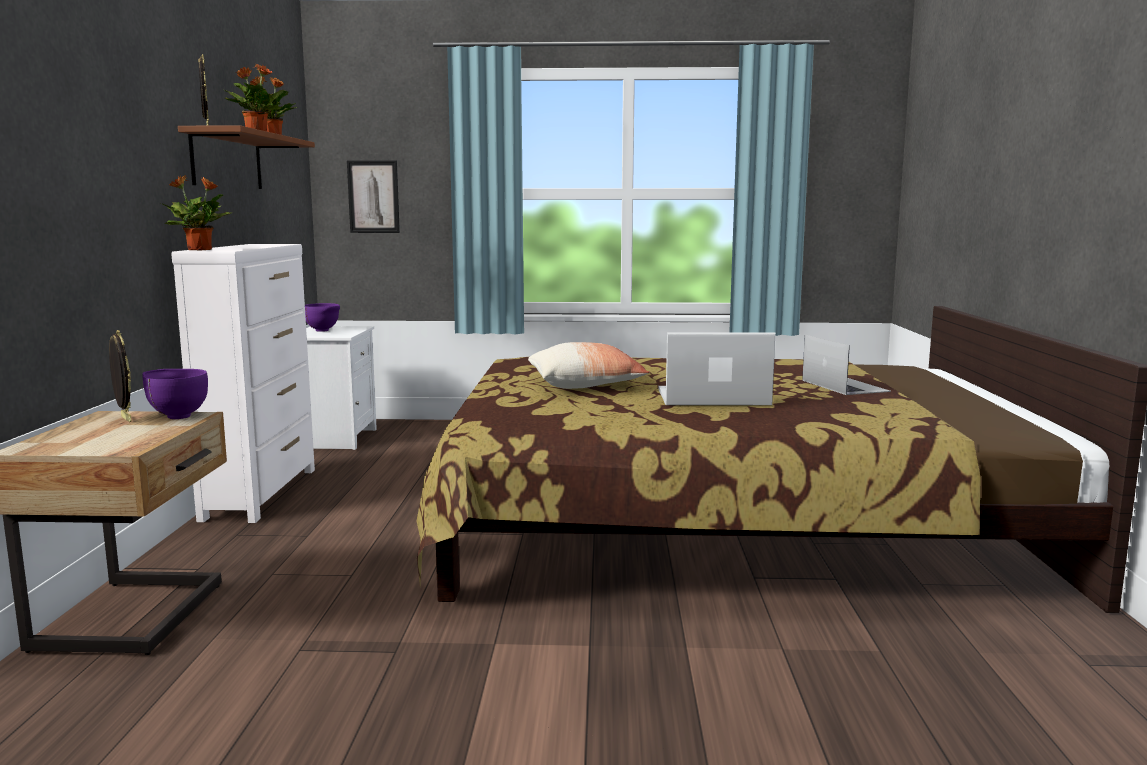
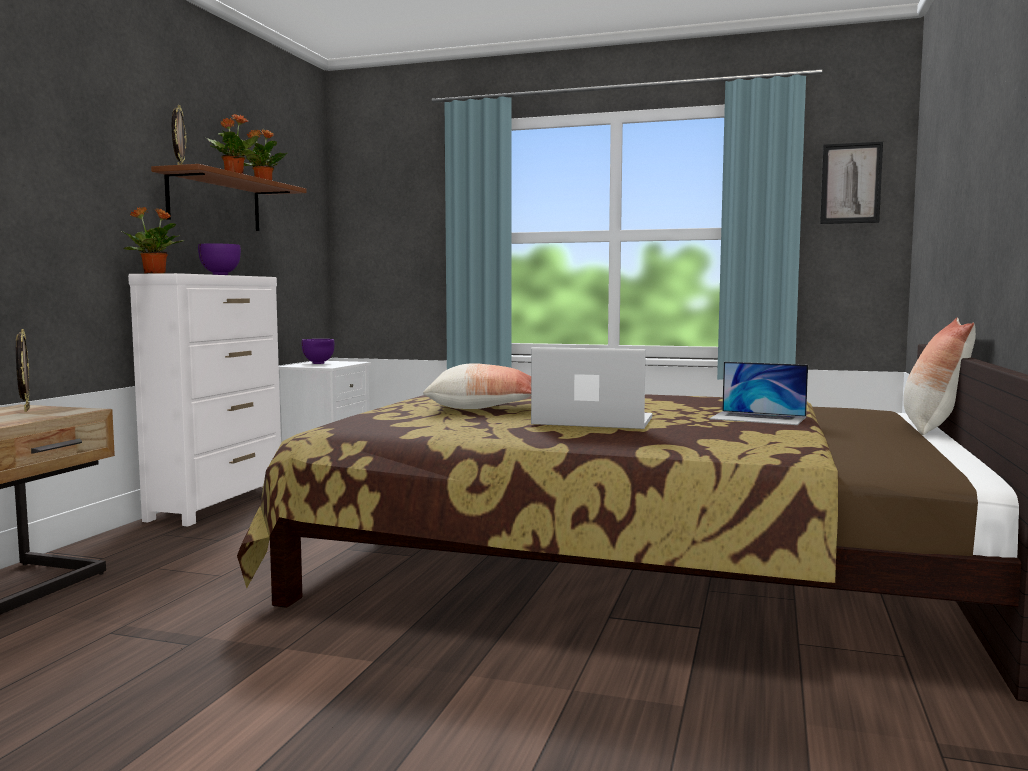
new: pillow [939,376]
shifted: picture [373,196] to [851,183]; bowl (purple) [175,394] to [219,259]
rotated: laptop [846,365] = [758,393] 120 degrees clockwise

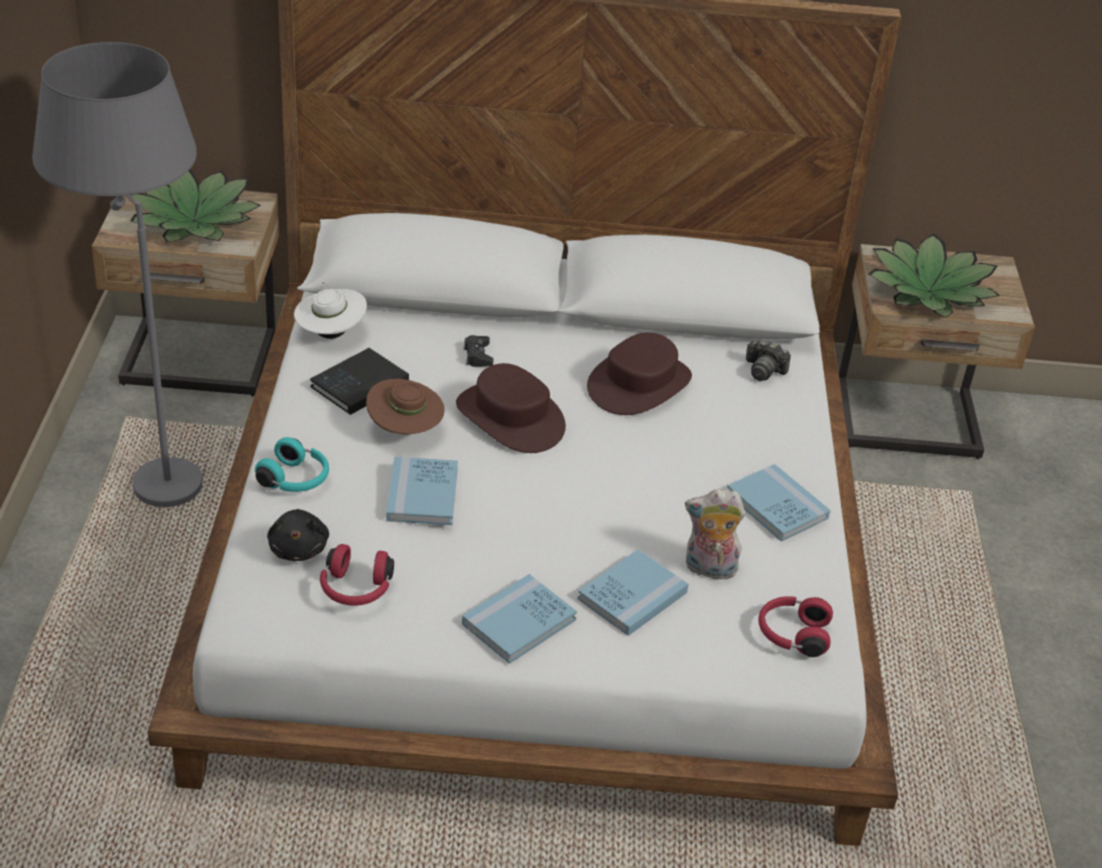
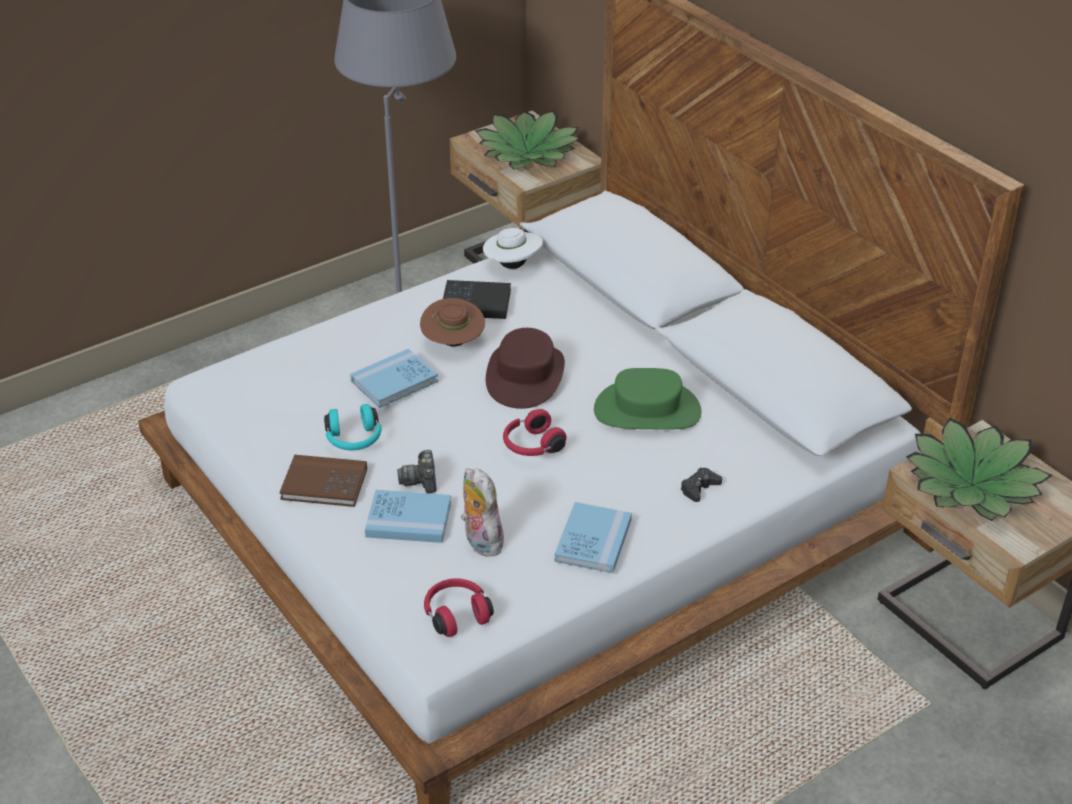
gone: plush toy (black) [298,535]
shifted: game controller (black) [478,351] to [701,484]; photo camera [768,360] to [417,471]; headphones (turquoise) [292,464] to [353,427]; headphones (red) [357,575] to [534,432]
repainted: hat (brown) [639,373] to hat (green) [648,399]; book (blue) [519,619] to book (brown) [323,481]

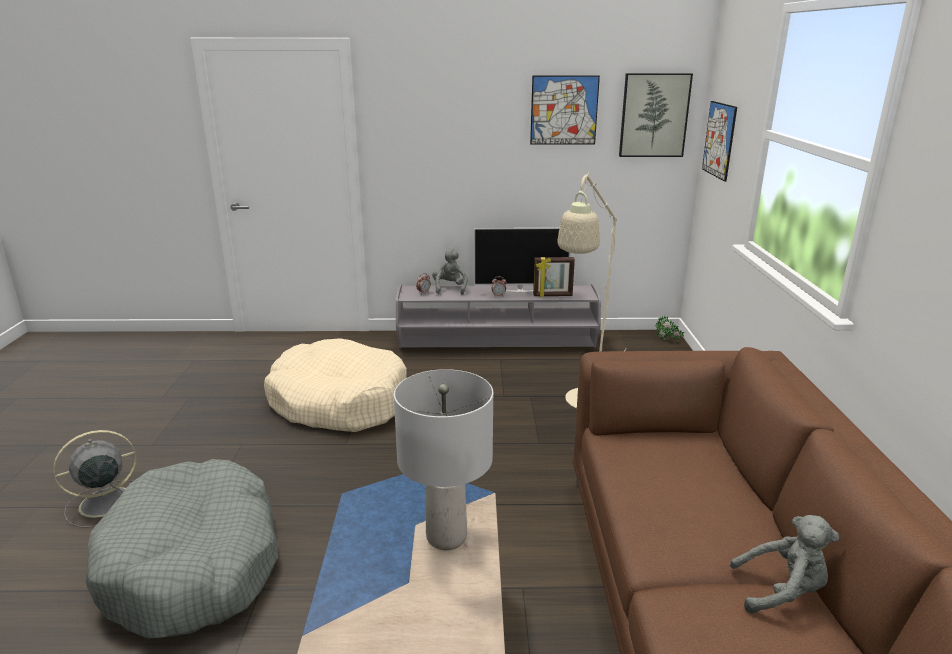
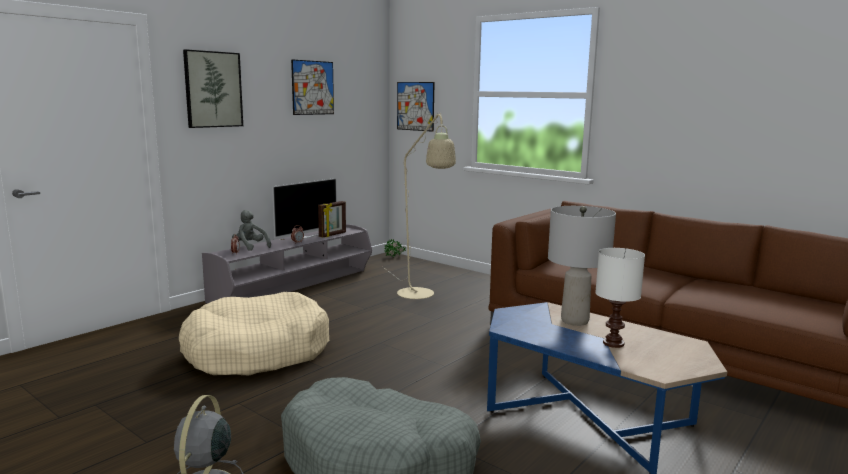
gone: plush toy (grey) [784,564]
new: table lamp (white) [620,298]
shifted: picture [656,115] to [213,88]

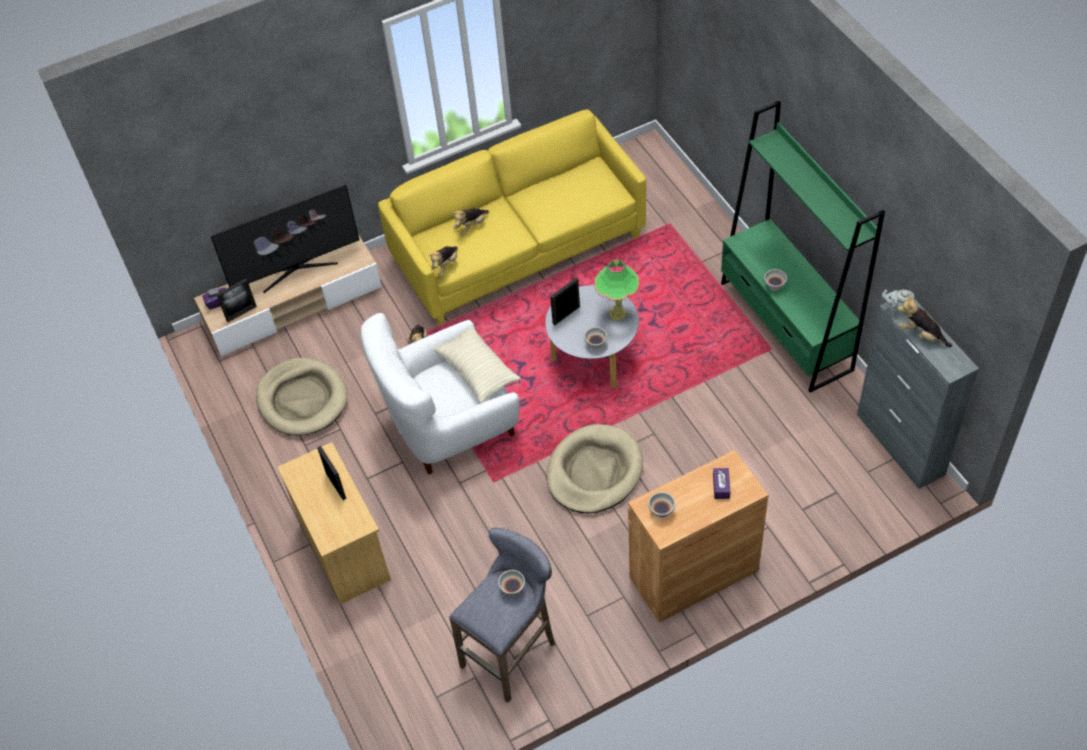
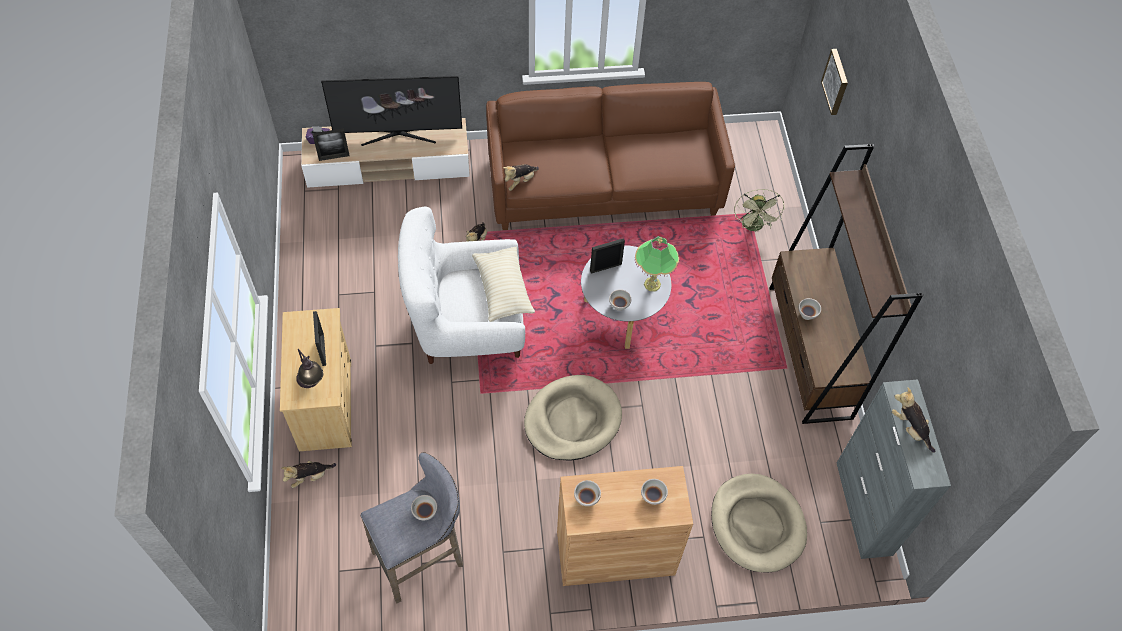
gone: teapot (grey) [898,303]
new: picture [834,82]; fan (green) [759,210]; table lamp [309,368]
shifted: plush toy [470,222] to [308,474]; dog bed (beige) [302,397] to [759,523]
swapped: tissue box (purple) [721,483] to bowl (white) [654,492]
repainted: bookcase (green) [803,246] to bookcase (brown) [846,284]; sofa (yellow) [512,217] to sofa (brown) [610,156]

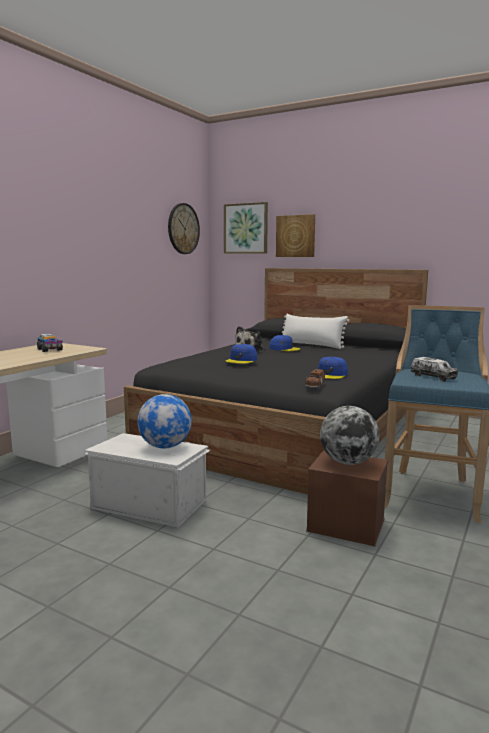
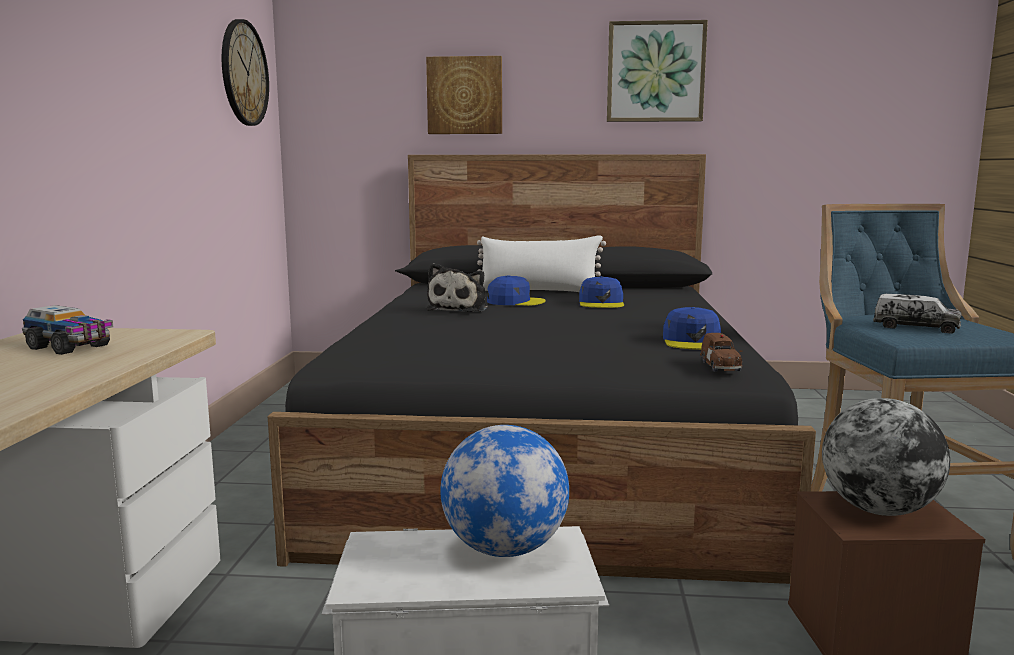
shifted: picture [246,228] to [657,71]; cap (blue) [241,354] to [601,292]

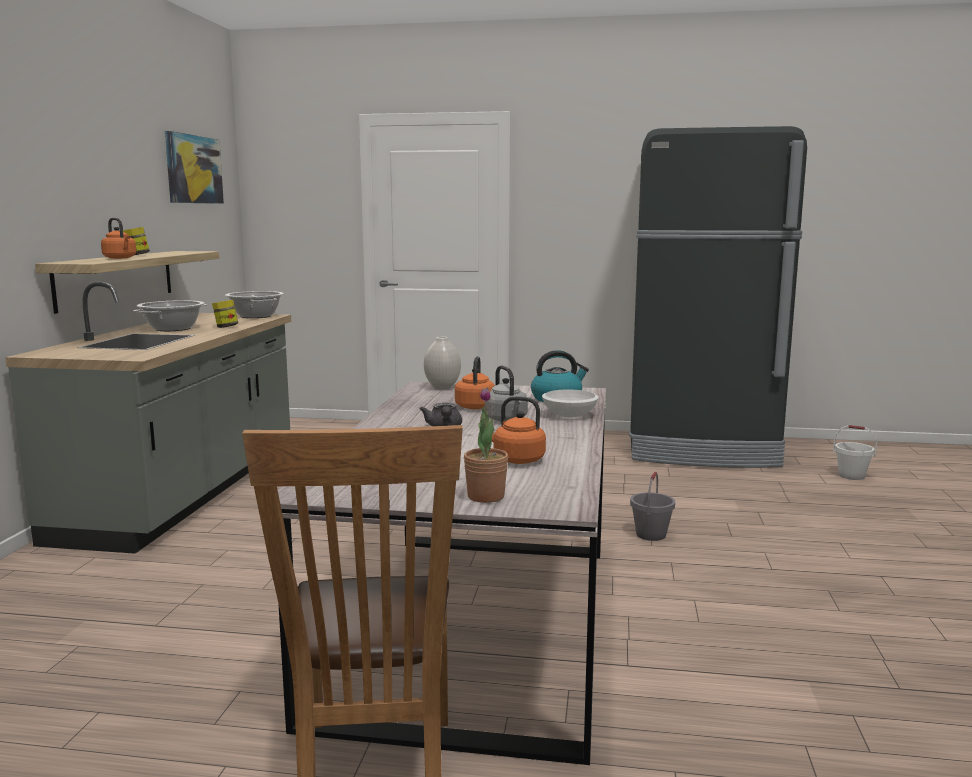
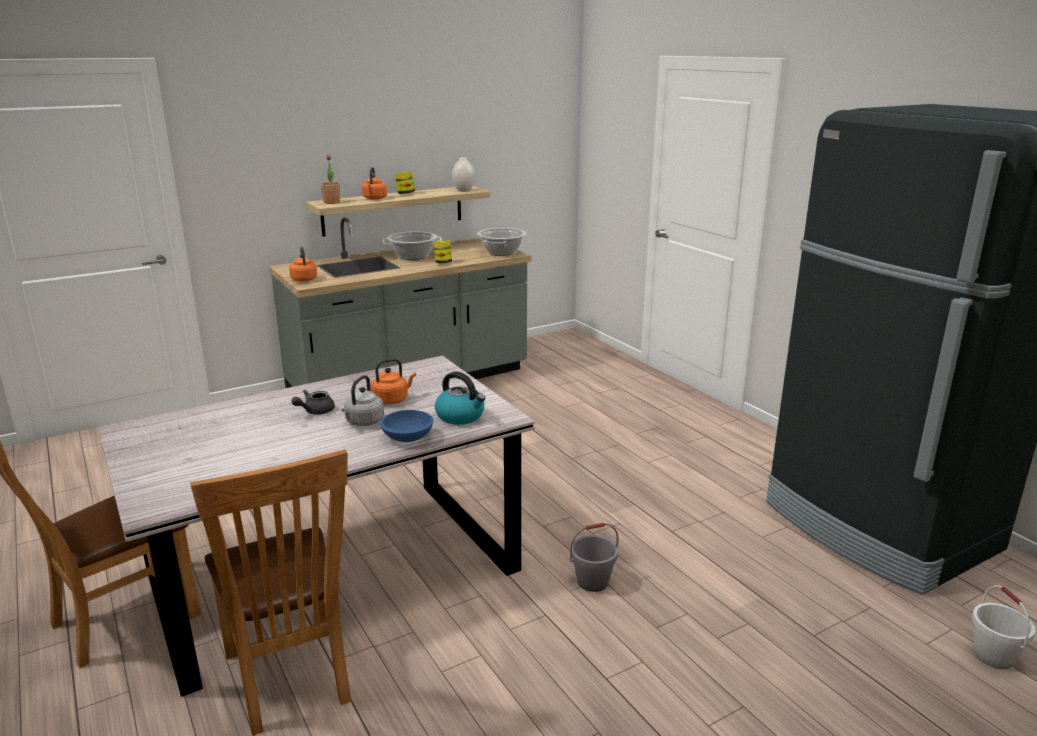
gone: picture [194,167]
new: chair (brown) [270,592]
shifted: vase (white) [442,363] to [463,174]; potted plant [486,445] to [330,179]; kettle (orange) [519,430] to [303,264]
repainted: bowl (white) [570,403] to bowl (blue) [407,426]

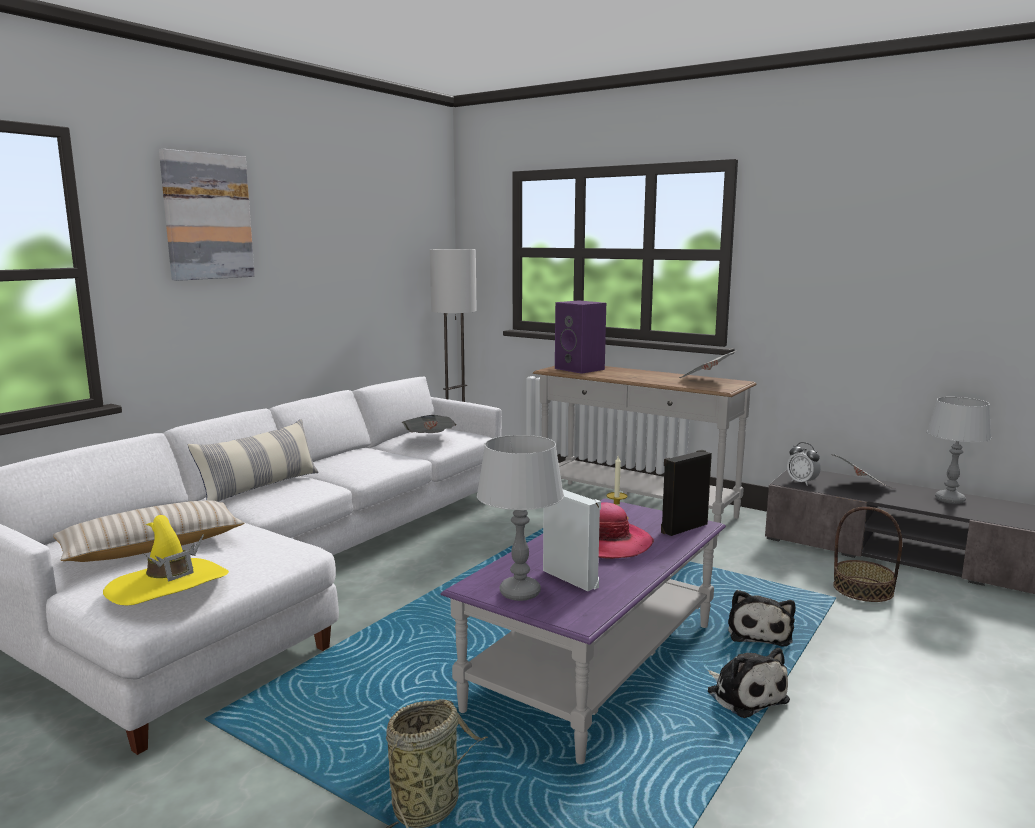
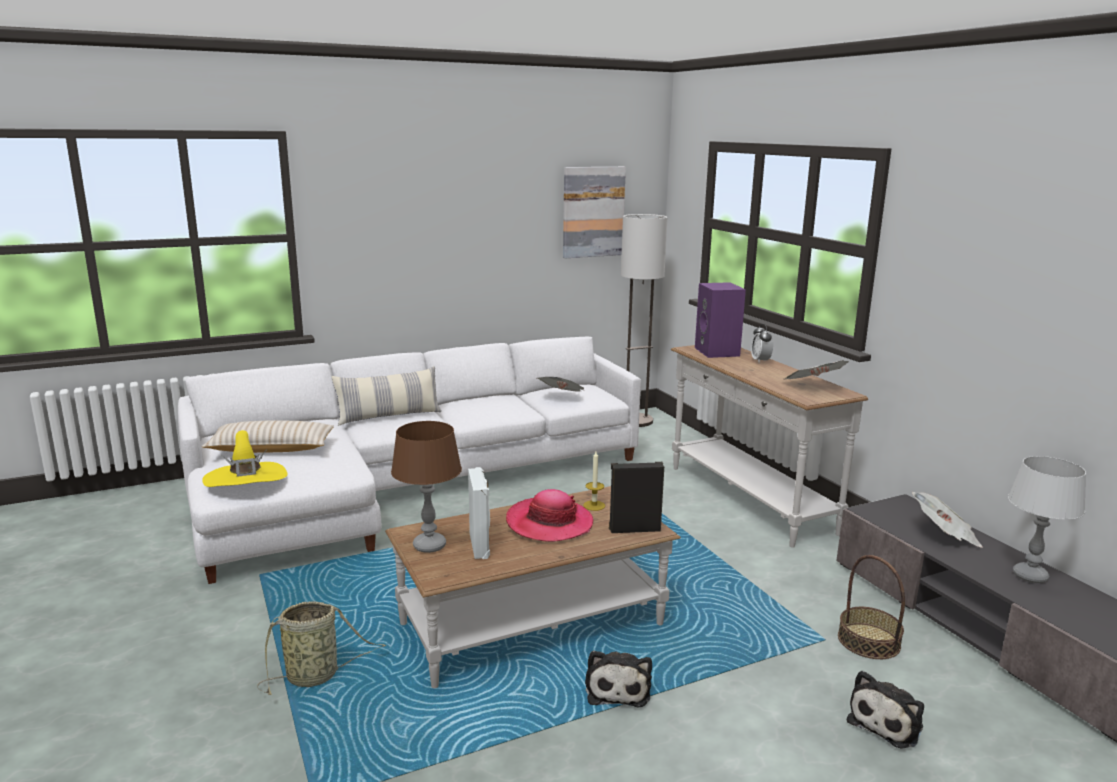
shifted: picture [207,215] to [594,212]; alarm clock [804,464] to [762,343]; plush toy [762,618] to [885,710]
repainted: table lamp (grey) [520,518] to table lamp (brown) [426,487]; coffee table (purple) [583,631] to coffee table (brown) [533,587]

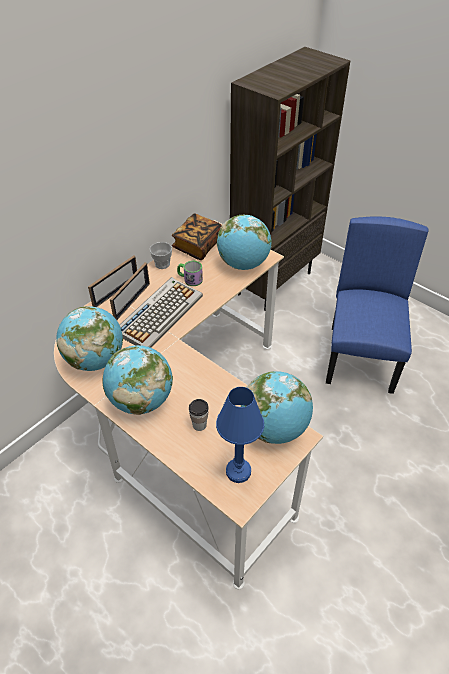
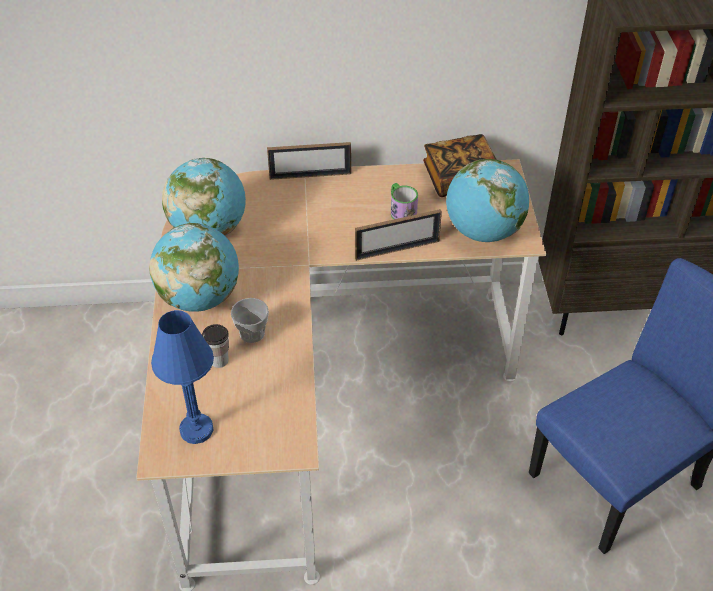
gone: keyboard [161,312]; globe [277,407]
shifted: cup [161,255] to [250,320]; picture frame [130,291] to [398,235]

